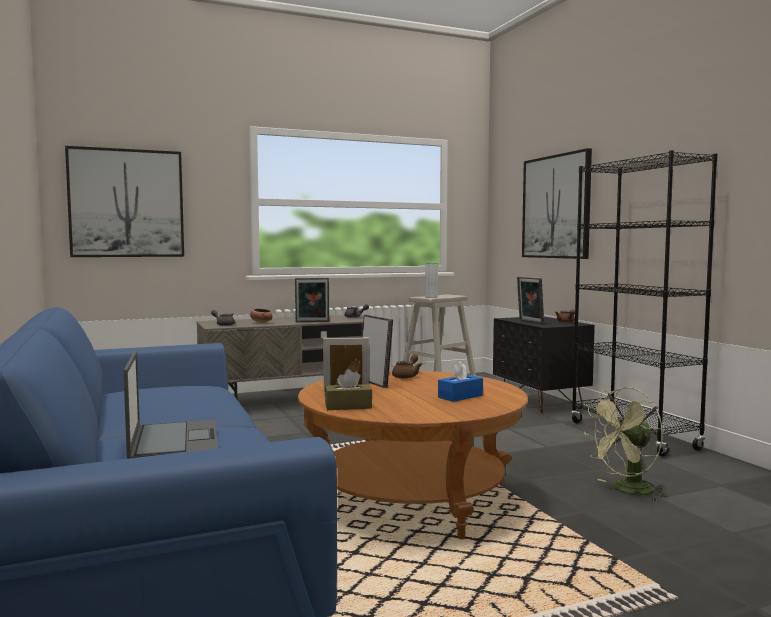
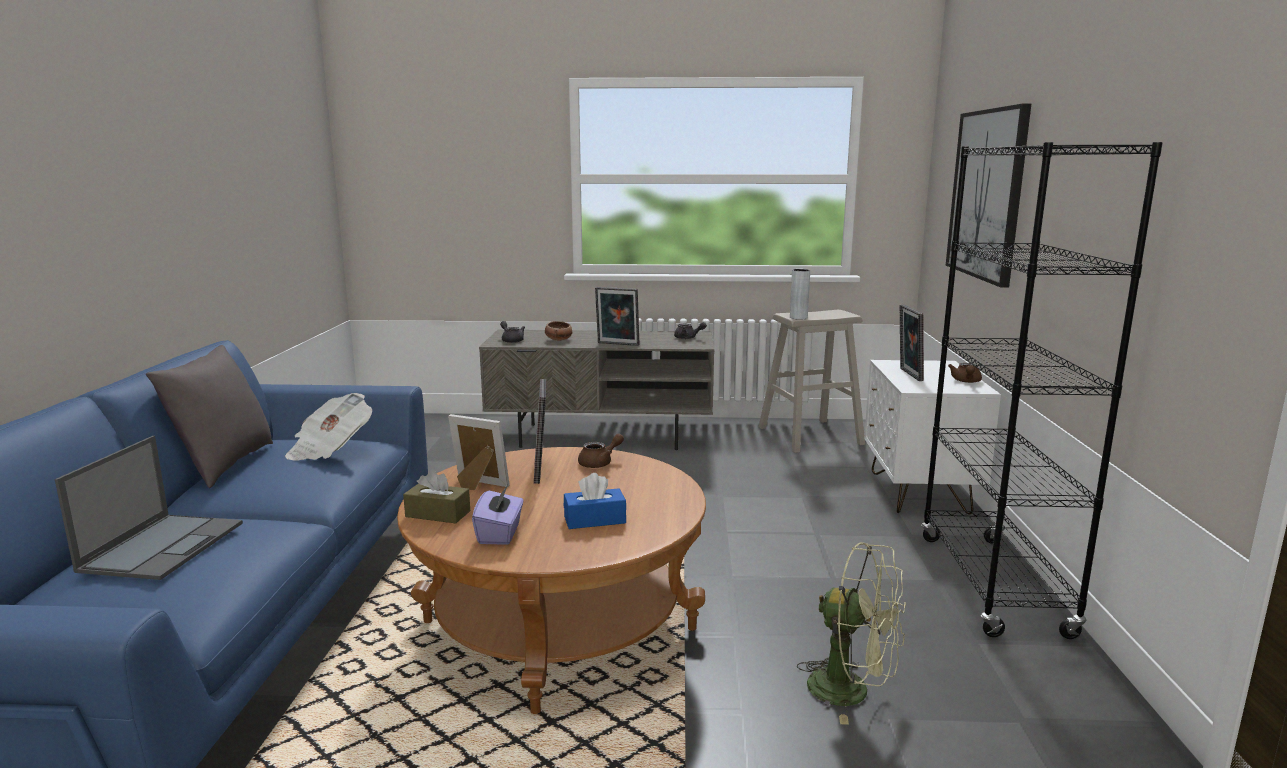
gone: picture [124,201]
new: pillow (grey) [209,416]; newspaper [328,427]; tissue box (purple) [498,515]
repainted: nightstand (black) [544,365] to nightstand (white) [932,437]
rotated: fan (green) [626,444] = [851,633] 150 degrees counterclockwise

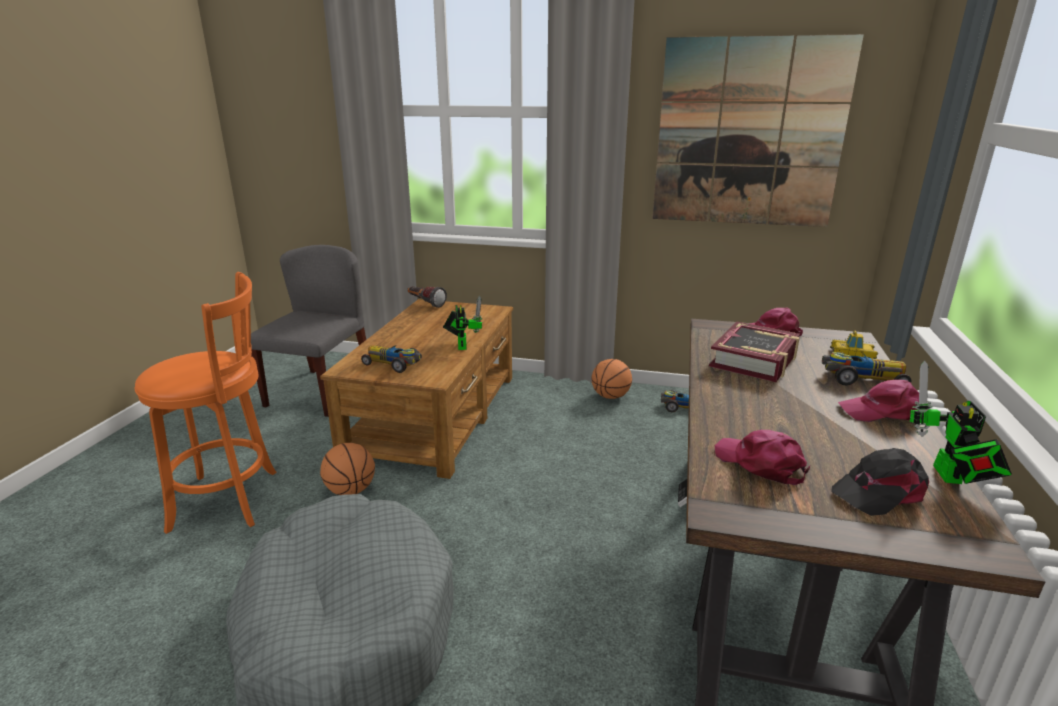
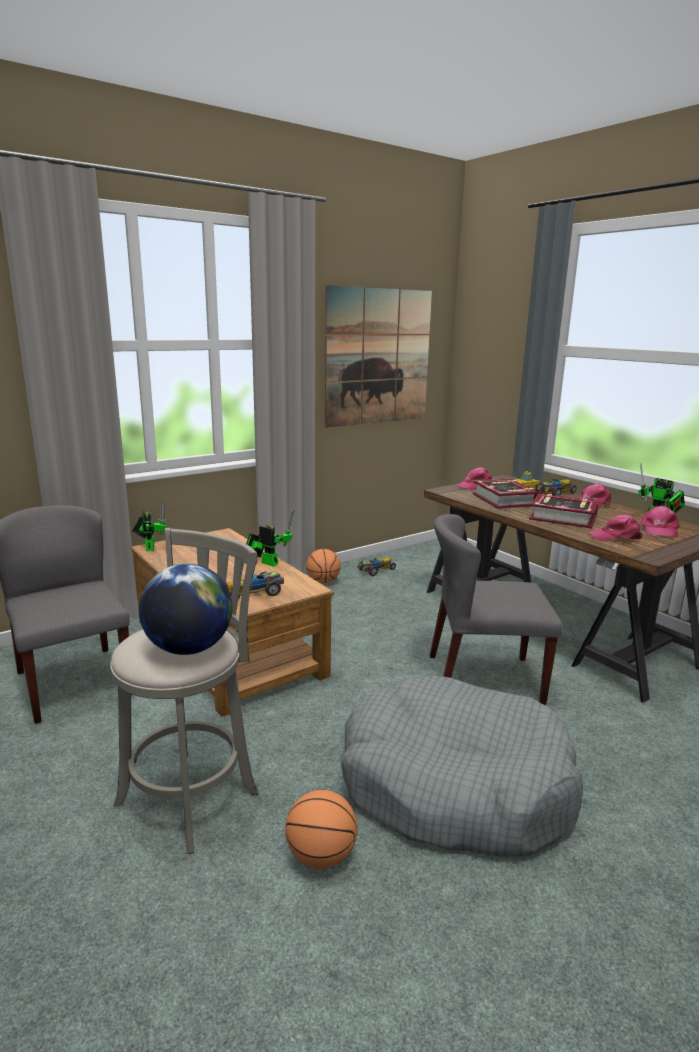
new: book [564,510]; chair (grey) [496,609]; globe [186,609]
shifted: basketball [347,469] to [321,829]
swapped: flashlight [427,297] to toy robot [149,526]
repainted: stool (orange) [206,403] to stool (grey) [184,691]; cap (black) [880,482] to cap (pink) [660,522]

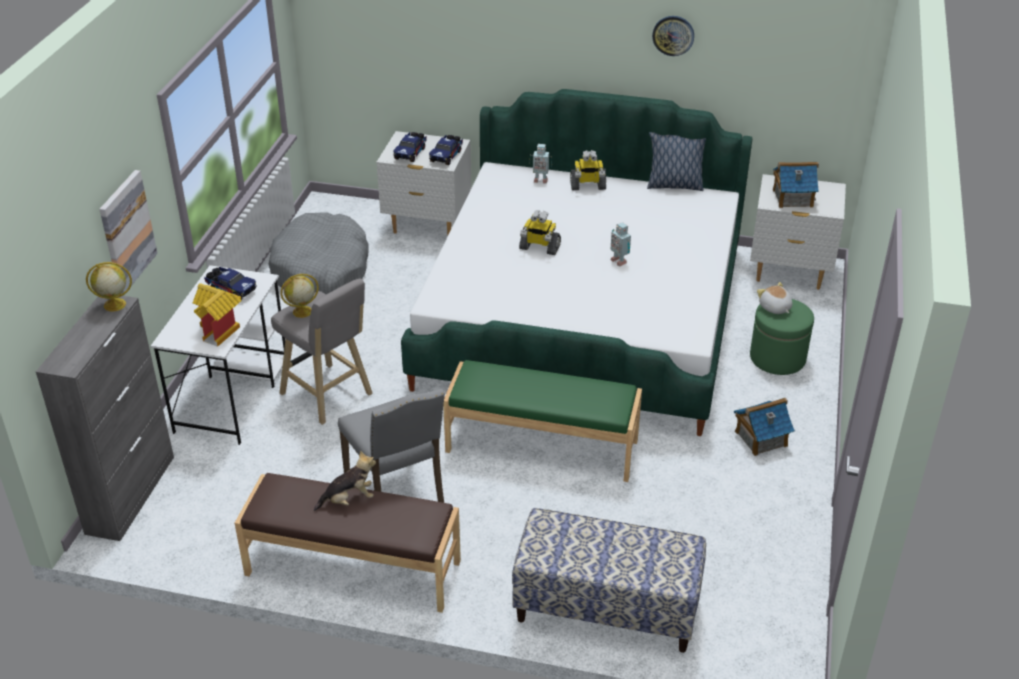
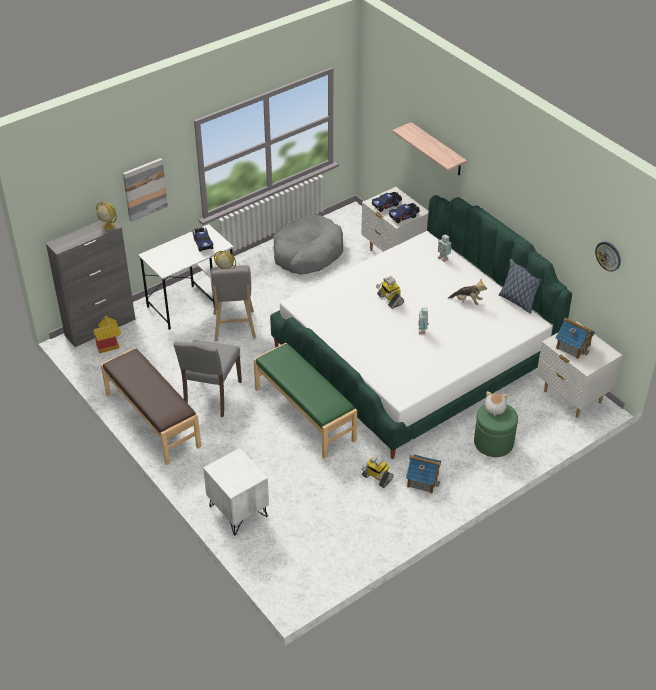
new: shelf [429,148]
shifted: wall clock [673,36] to [608,257]; toy robot [588,170] to [377,471]; toy house [217,315] to [107,334]; plush toy [345,480] to [467,292]
swapped: bench [609,580] to nightstand (white) [236,491]

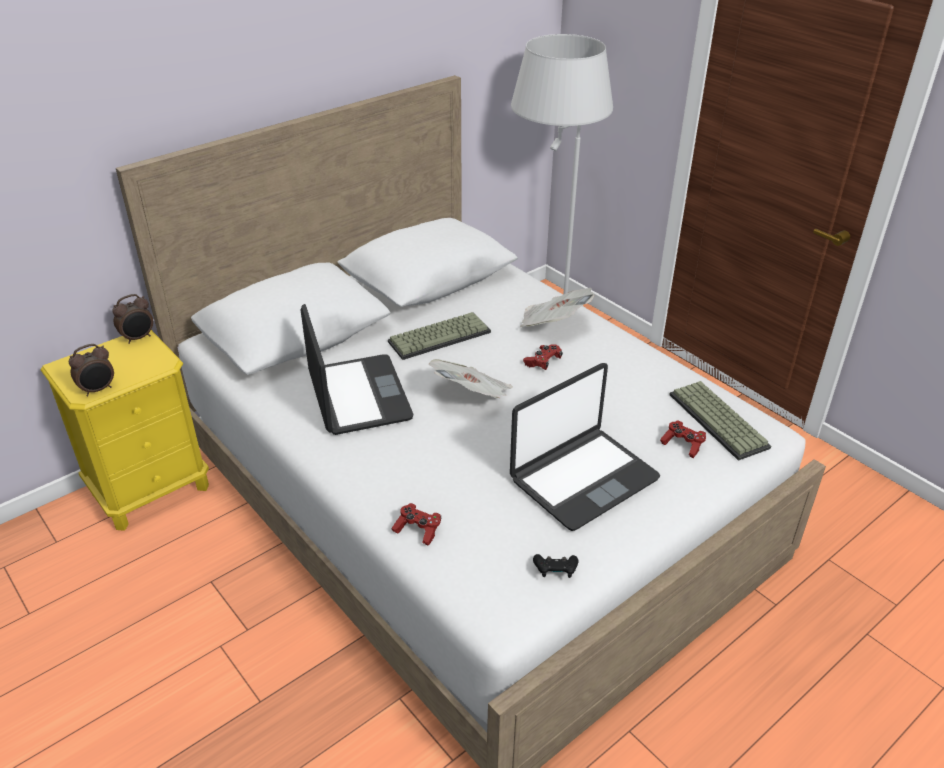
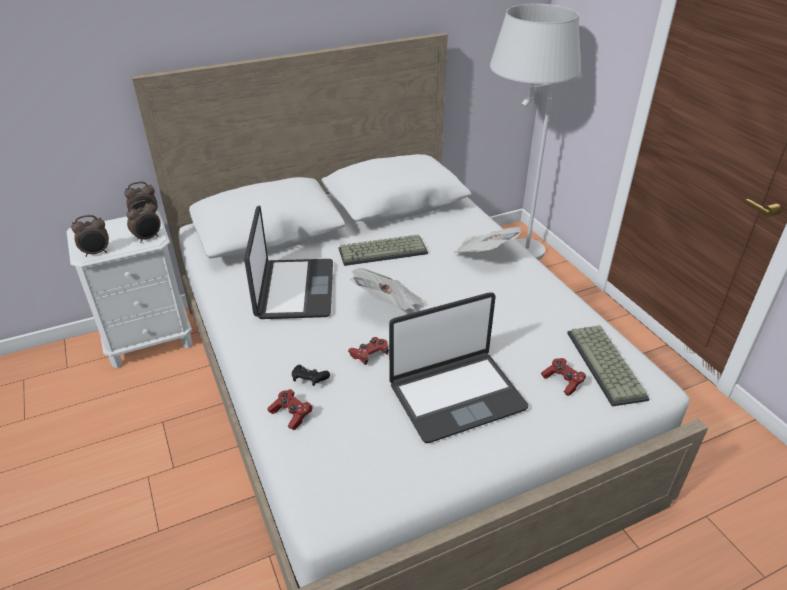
new: alarm clock [143,221]
shifted: game controller (red) [543,357] to [368,351]; game controller (black) [555,566] to [311,375]
repainted: nightstand (yellow) [125,430] to nightstand (white) [130,289]

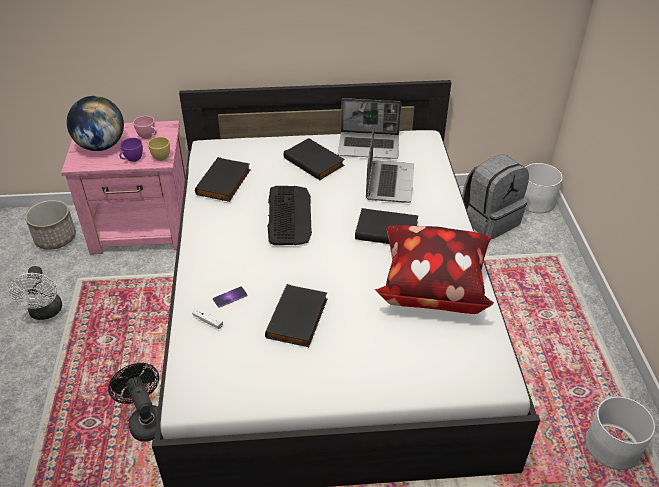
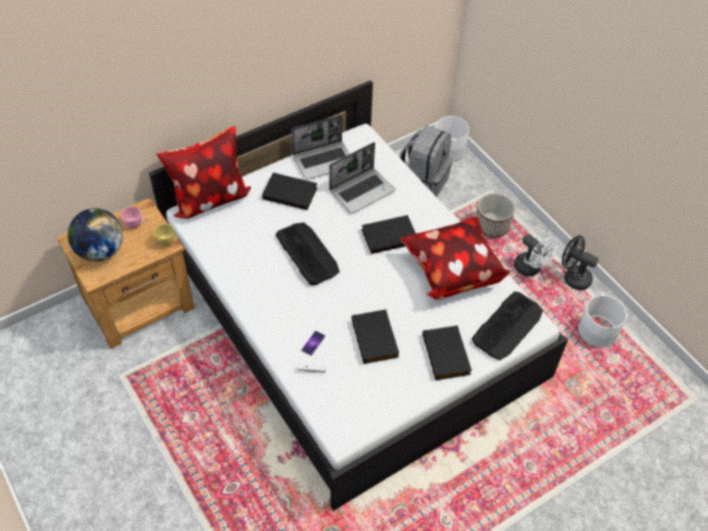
gone: cup (purple) [131,150]
new: pillow [203,172]; keyboard [507,325]
shifted: book (black) [223,179] to [447,352]; planter [50,225] to [495,215]; fan (white) [35,293] to [536,255]; fan (black) [133,402] to [580,262]
repainted: nightstand (pink) [123,187] to nightstand (brown) [126,273]
rotated: laptop [390,165] = [362,178] 75 degrees clockwise

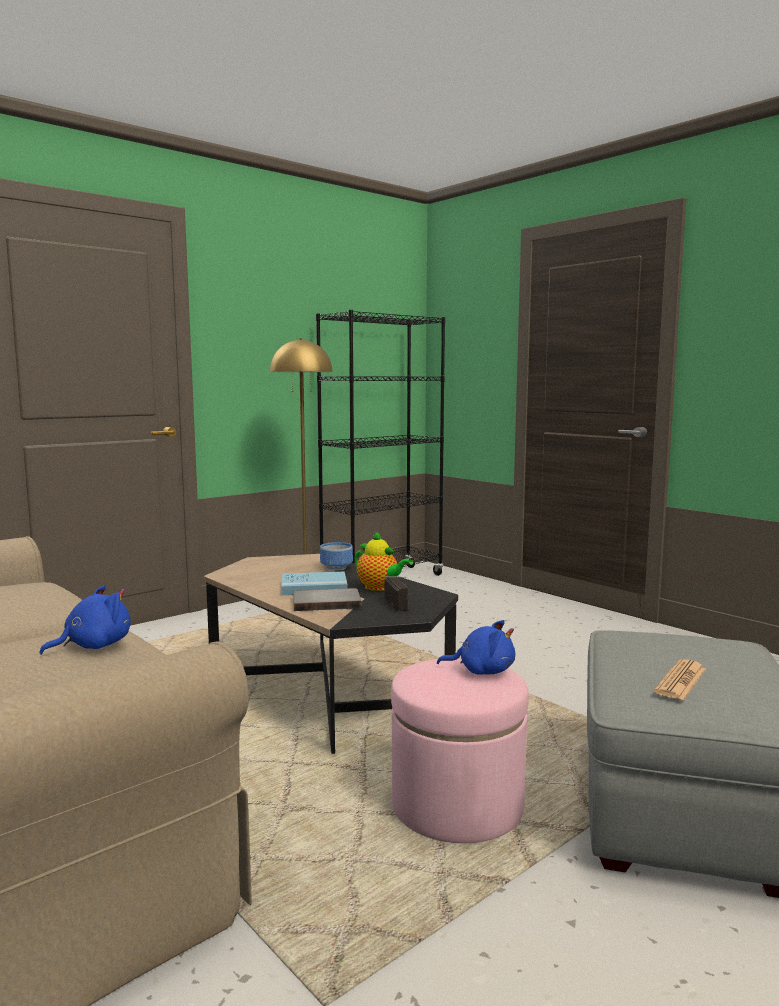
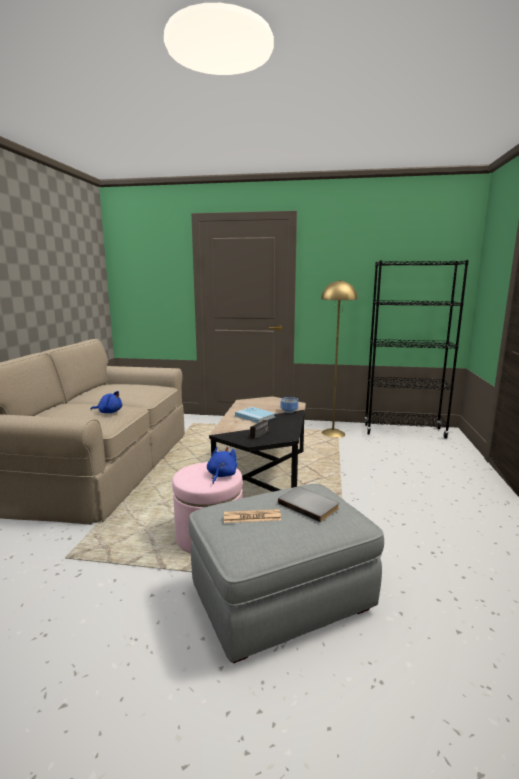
gone: teapot [383,561]
shifted: book (grey) [327,599] to [308,504]
rotated: plush toy (blue) [476,647] = [222,465] 135 degrees counterclockwise

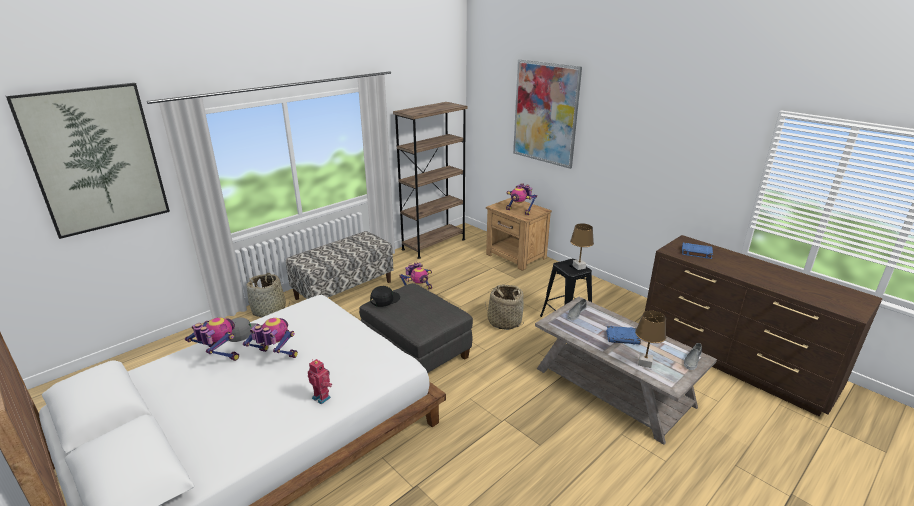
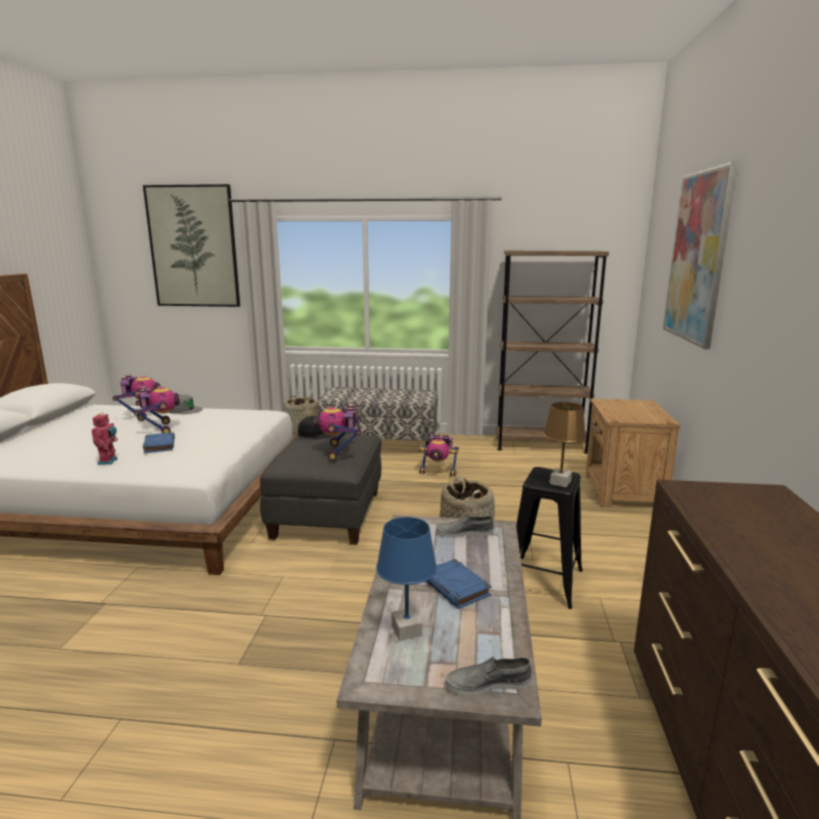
shifted: toy robot [521,199] to [337,432]; book (blue) [697,251] to [159,442]
repainted: table lamp (brown) [650,339] to table lamp (blue) [406,579]

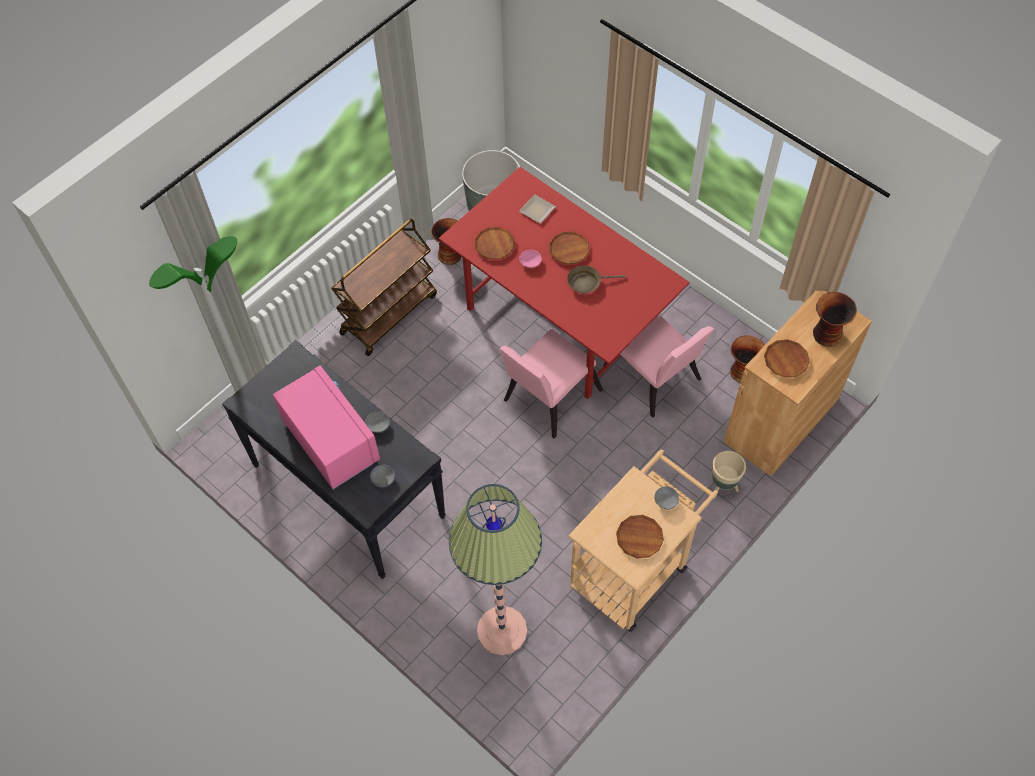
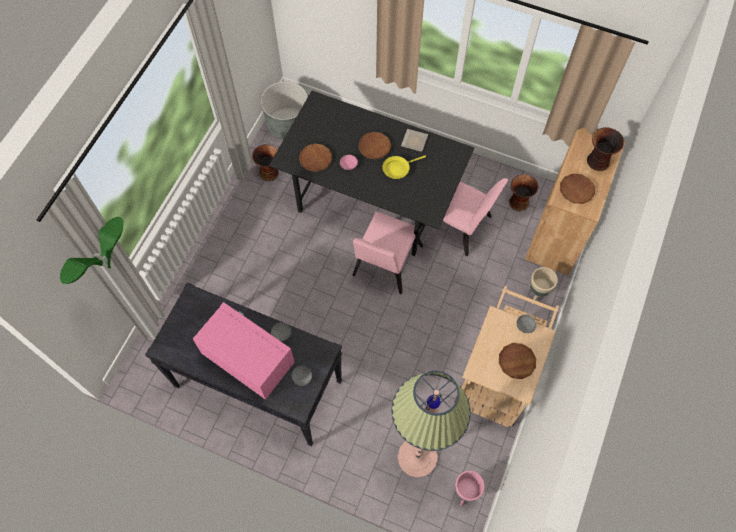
gone: cart (brown) [384,287]
new: planter (pink) [470,488]
shifted: plate [537,209] to [414,140]
repainted: dining table (red) [564,283] to dining table (black) [371,173]; frying pan (brown) [596,280] to frying pan (yellow) [404,167]

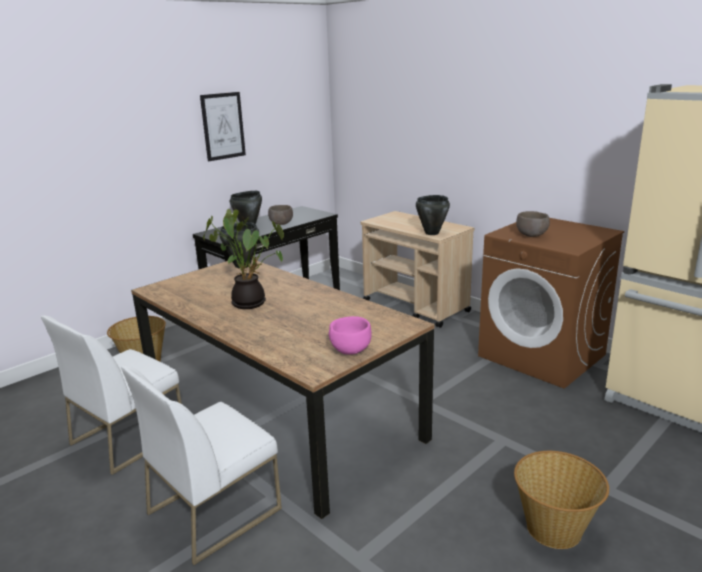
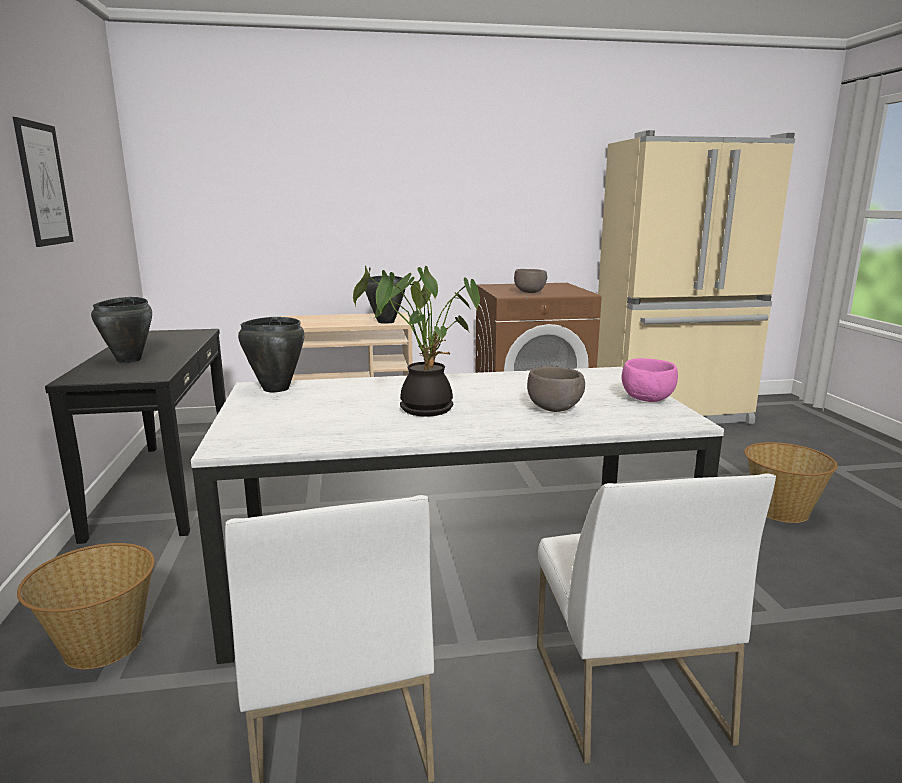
shifted: bowl (brown) [280,215] to [556,389]
repainted: dining table (brown) [283,389] to dining table (white) [457,515]

